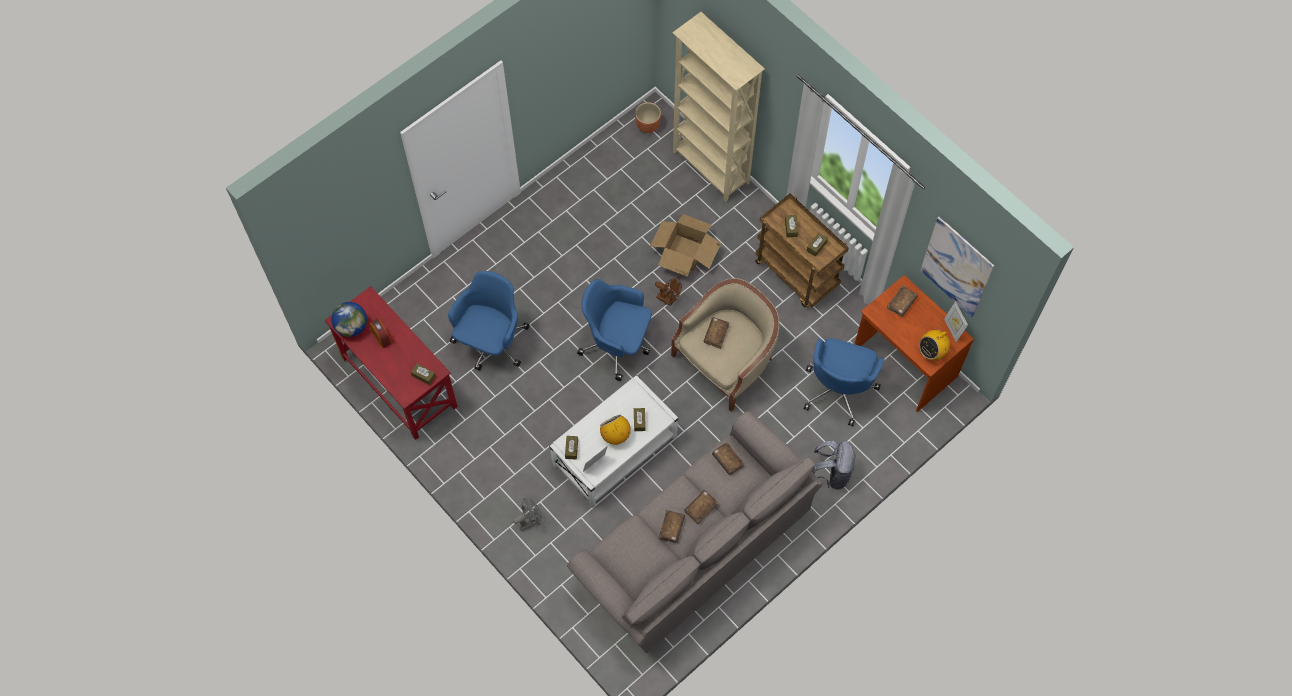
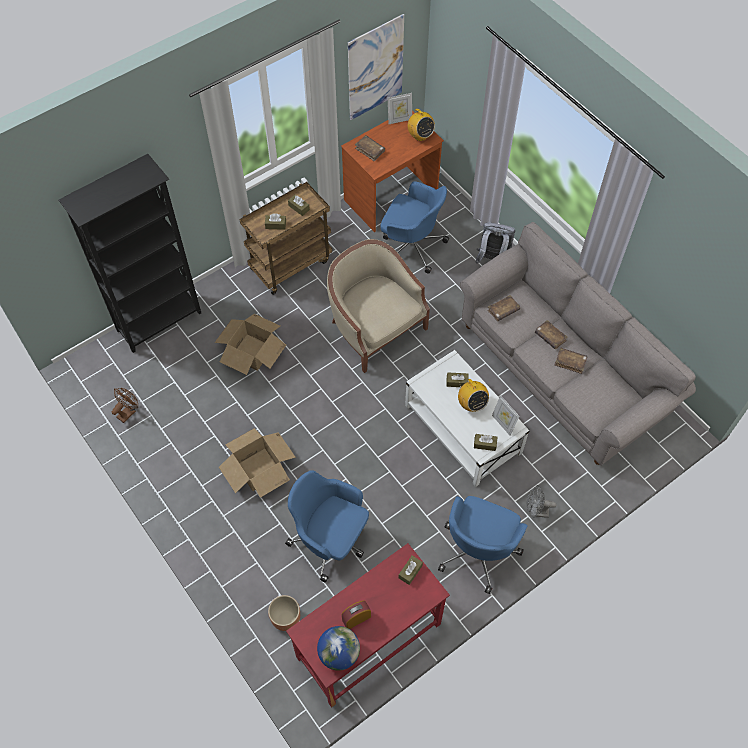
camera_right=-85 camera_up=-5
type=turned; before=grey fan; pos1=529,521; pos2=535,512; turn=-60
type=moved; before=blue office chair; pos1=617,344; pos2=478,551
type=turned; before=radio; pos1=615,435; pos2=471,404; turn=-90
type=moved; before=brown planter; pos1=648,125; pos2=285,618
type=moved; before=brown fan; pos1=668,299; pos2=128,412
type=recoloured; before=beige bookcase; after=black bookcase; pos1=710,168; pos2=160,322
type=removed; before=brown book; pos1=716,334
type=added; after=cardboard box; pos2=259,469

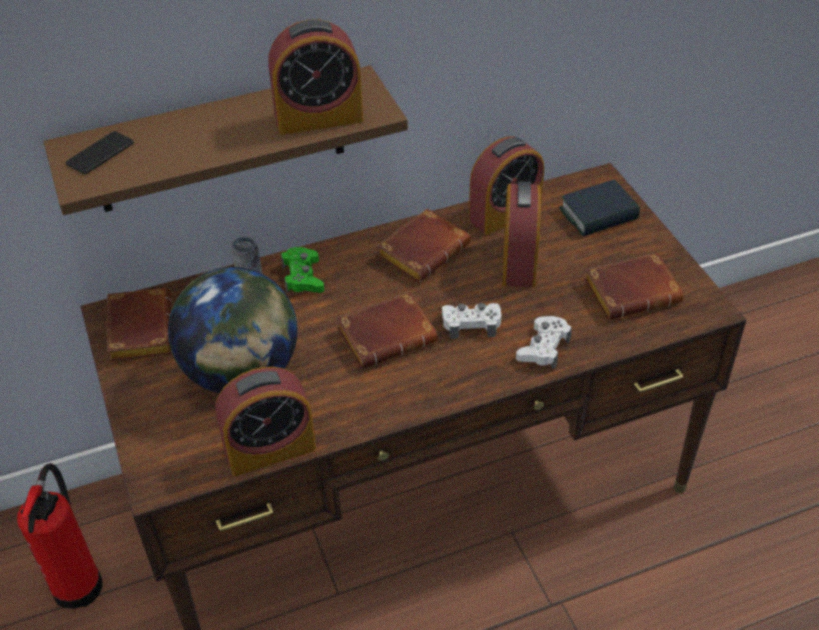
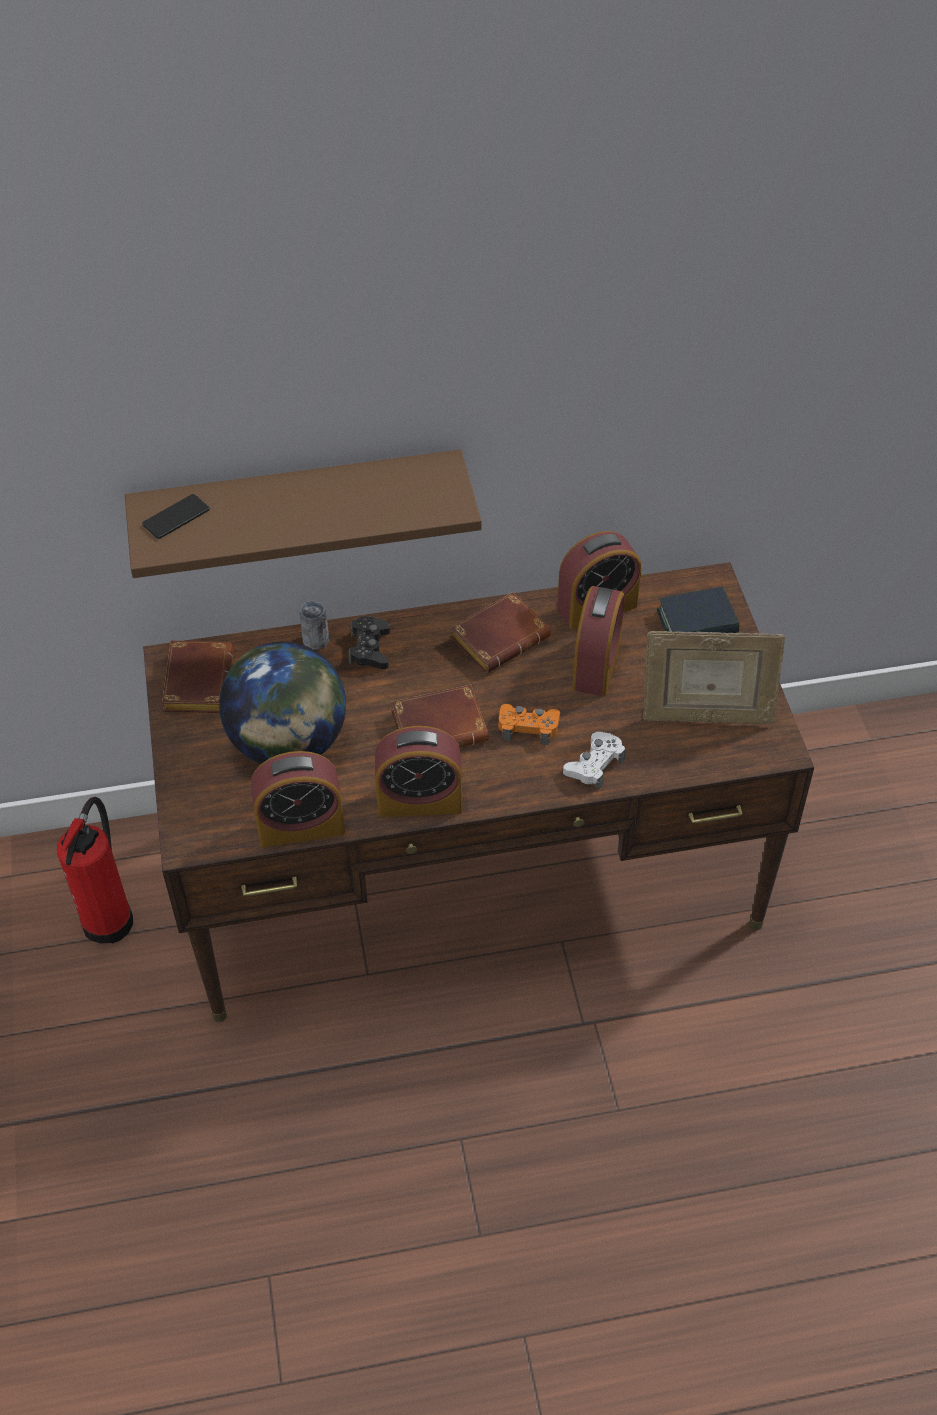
camera_right=10 camera_up=5
type=moved; before=alarm clock; pos1=319,118; pos2=419,800
type=recoloured; before=green game controller; after=black game controller; pos1=303,277; pos2=369,649
type=recoloured; before=white game controller; after=orange game controller; pos1=471,324; pos2=528,727
type=replaced; before=brown book; after=picture frame; pos1=633,291; pos2=705,716

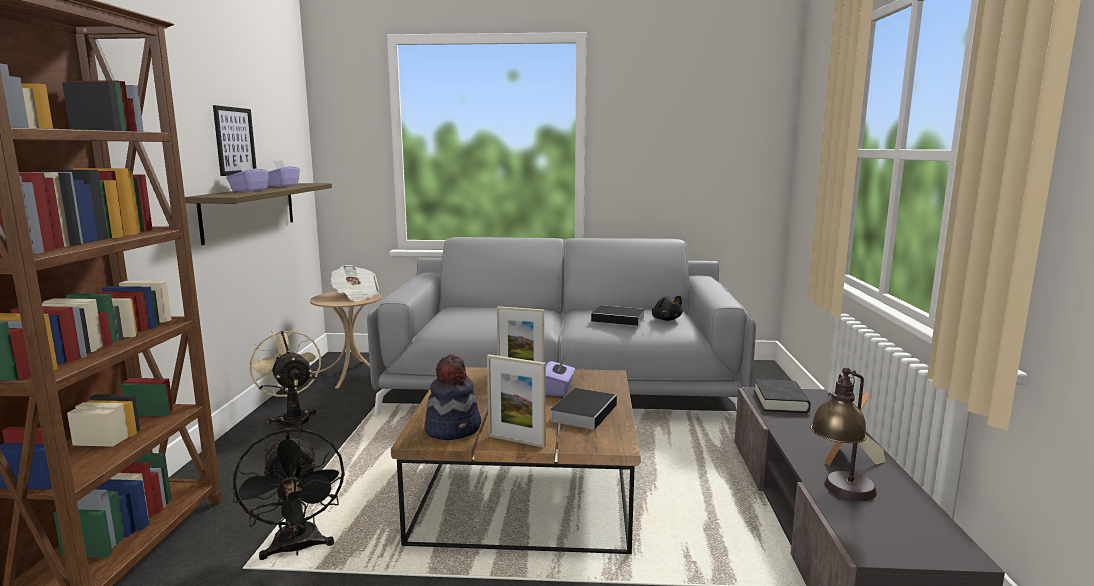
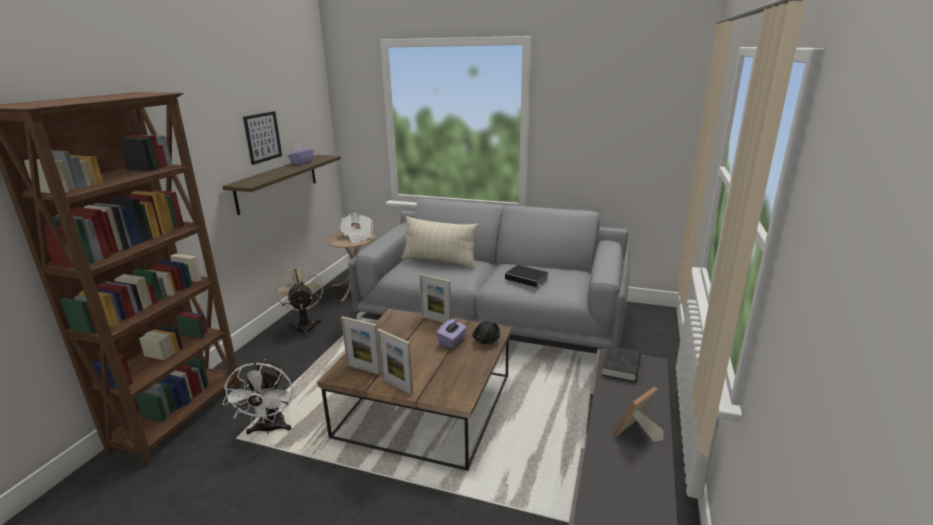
camera_right=15 camera_up=10
type=removed; before=purple tissue box; pos1=249,190
type=recoloured; before=black fan; after=white fan; pos1=297,549; pos2=269,429
type=replaced; before=hat; after=picture frame; pos1=453,429; pos2=363,369
type=removed; before=book; pos1=584,412
type=moved; before=black plush toy; pos1=666,319; pos2=486,340
type=removed; before=table lamp; pos1=840,494
type=added; after=beige pillow; pos2=439,261

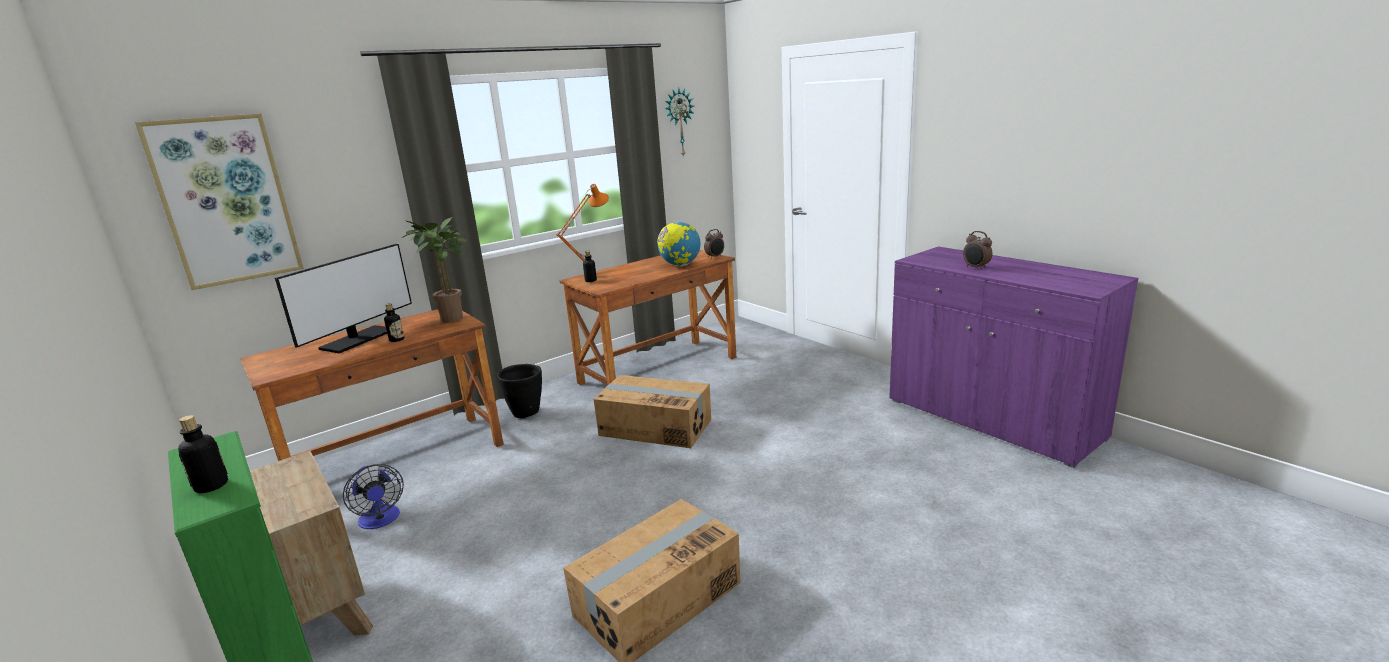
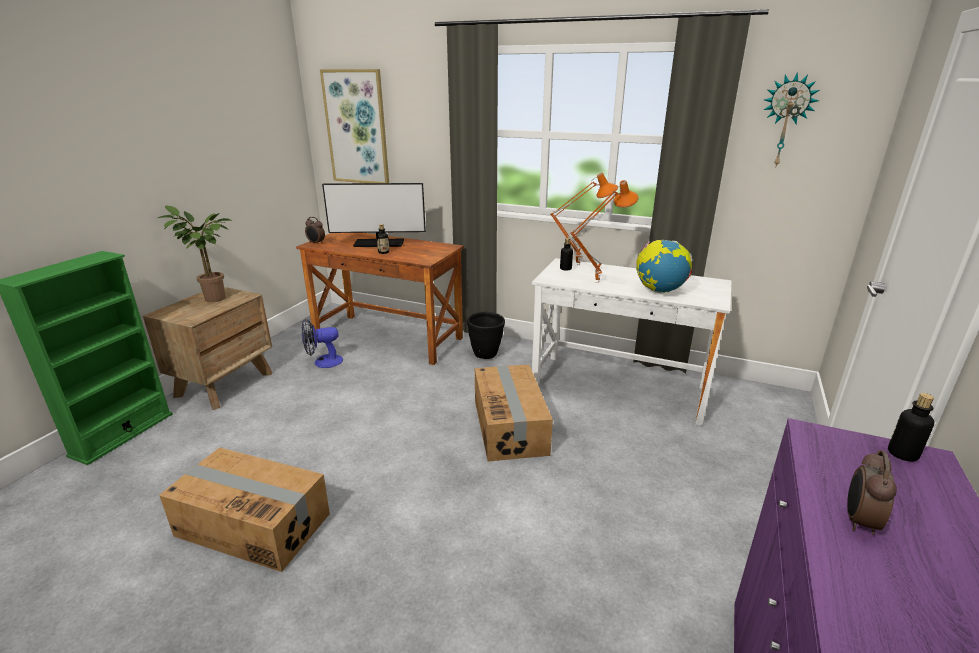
camera_right=60 camera_up=5
type=moved; before=bottle; pos1=211,486; pos2=902,454
type=turned; before=fan; pos1=381,520; pos2=323,362; turn=45
type=moved; before=potted plant; pos1=453,319; pos2=212,300
type=recoloured; before=brown desk; after=white desk; pos1=658,370; pos2=619,387
type=moved; before=alarm clock; pos1=715,257; pos2=316,243
type=added; after=orange table lamp; pos2=596,281

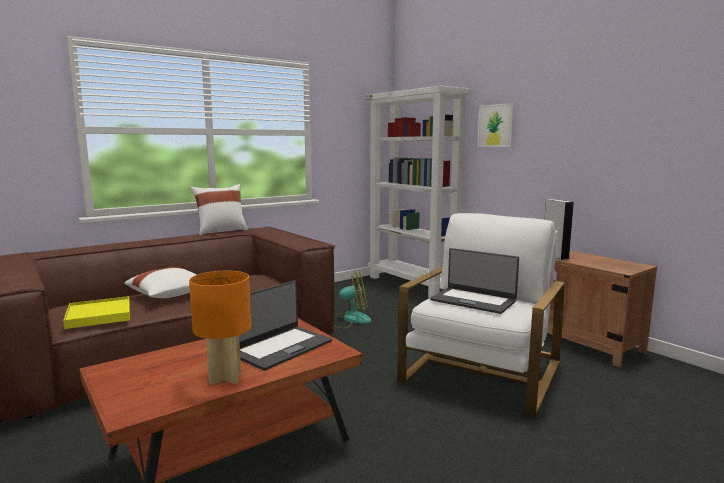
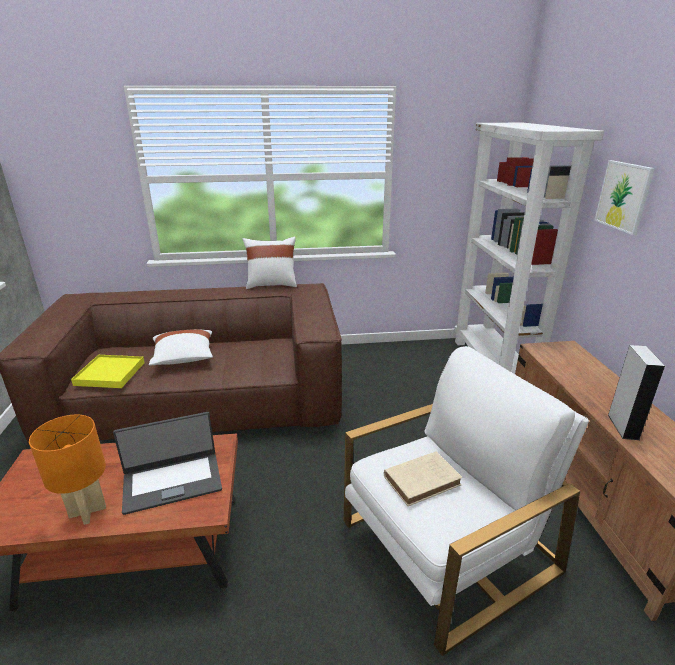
camera_right=30 camera_up=15
type=removed; before=fan; pos1=349,319
type=replaced; before=laptop; after=beige book; pos1=473,300; pos2=423,480

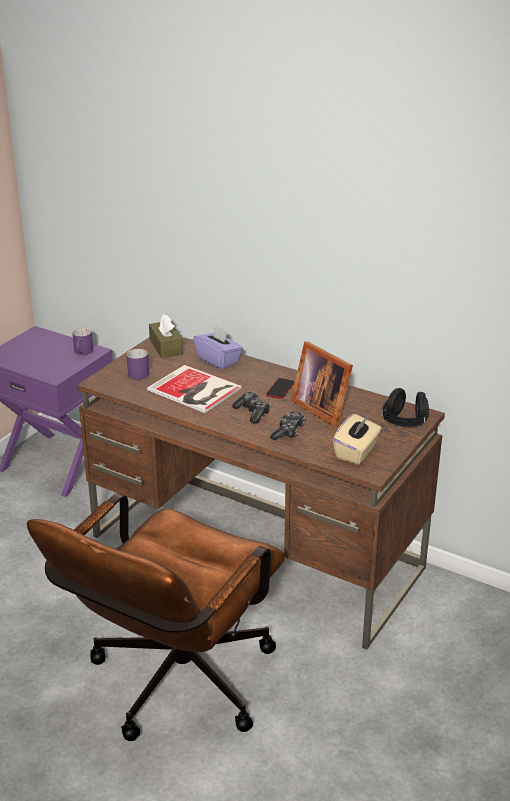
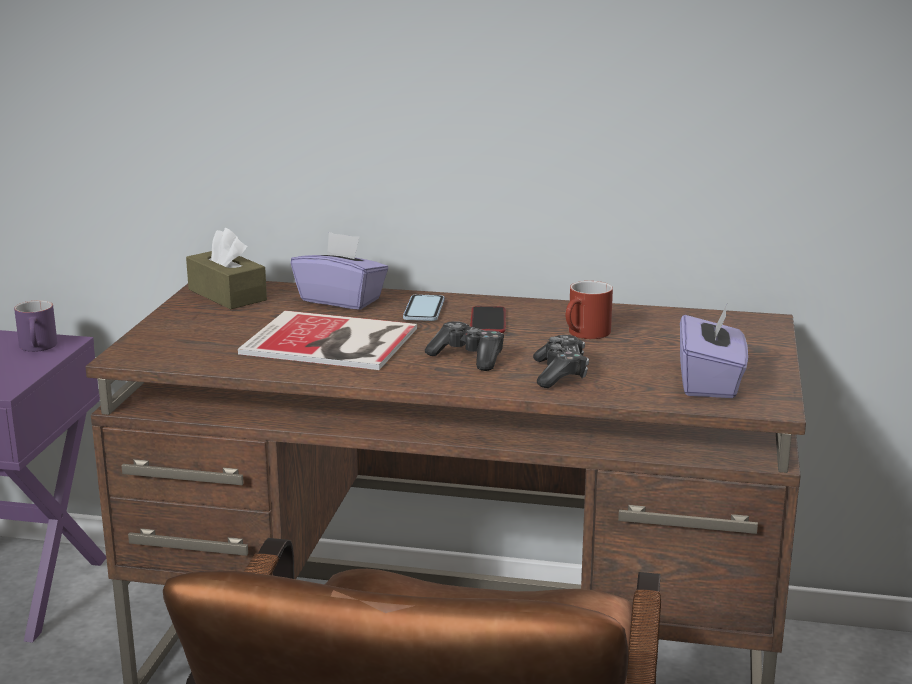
camera_right=-20 camera_up=-10
type=removed; before=purple mug; pos1=137,372
type=replaced; before=picture frame; after=red mug; pos1=322,407; pos2=585,334
type=recoloured; before=beige tissue box; after=purple tissue box; pos1=356,452; pos2=710,383
type=removed; before=black headphones; pos1=404,422
type=added; after=phone; pos2=424,310

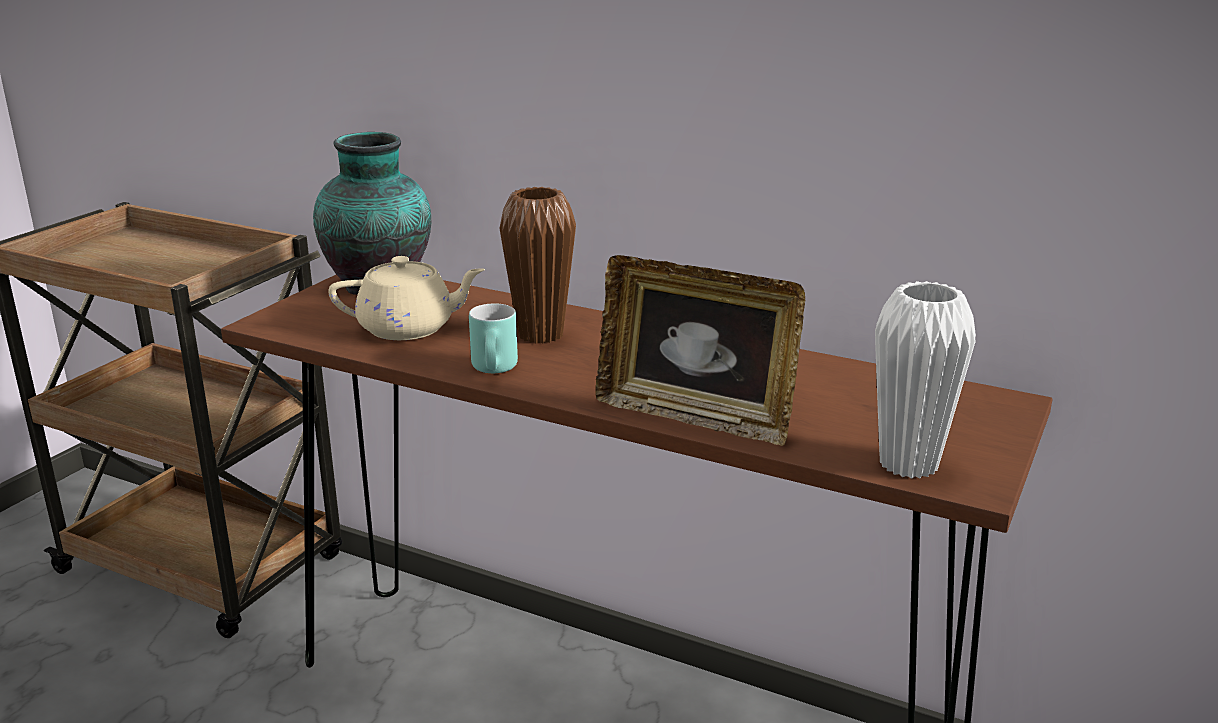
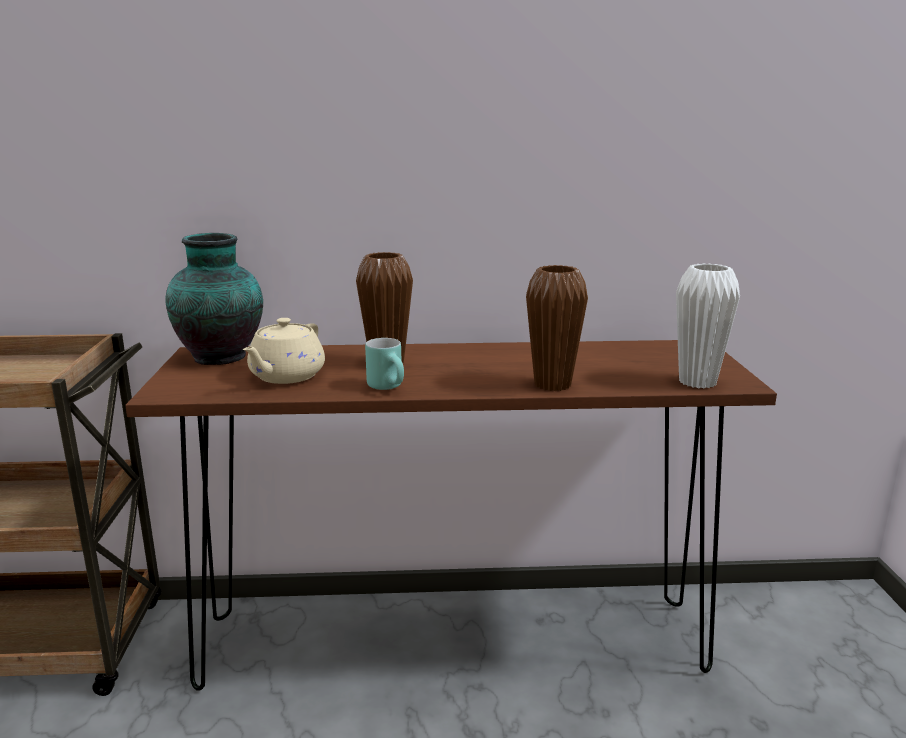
camera_right=-30 camera_up=-5
type=turned; before=beige teapot; pos1=409,328; pos2=286,376; turn=150
type=replaced; before=picture frame; after=brown vase; pos1=695,416; pos2=552,384

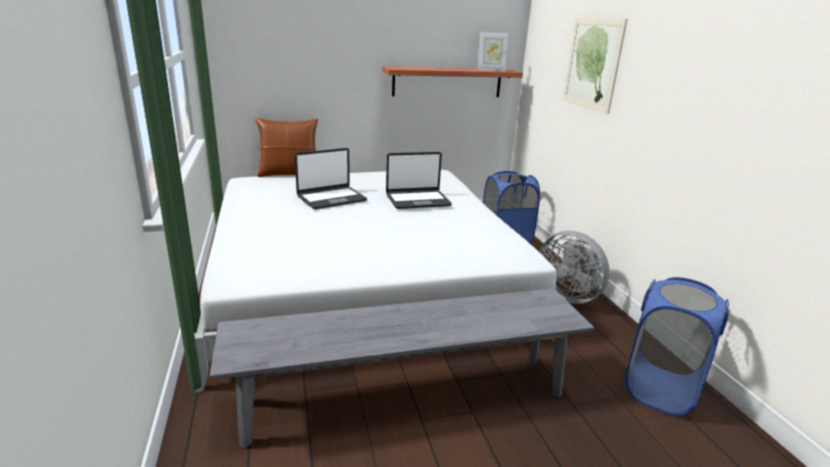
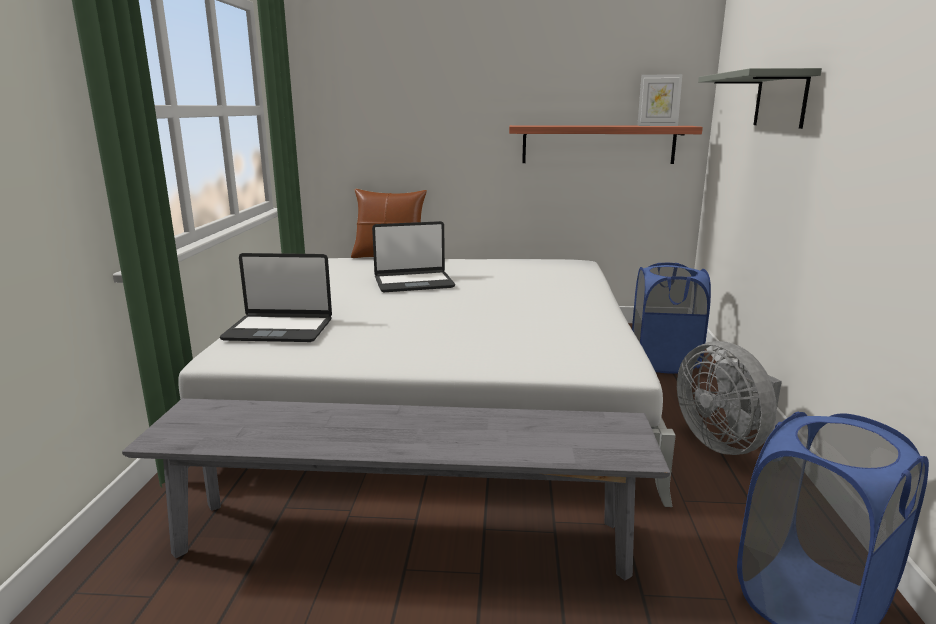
camera_right=20 camera_up=-5
type=moved; before=laptop; pos1=417,200; pos2=279,329
type=replaced; before=picture; after=grey shelf; pos1=592,63; pos2=780,100

